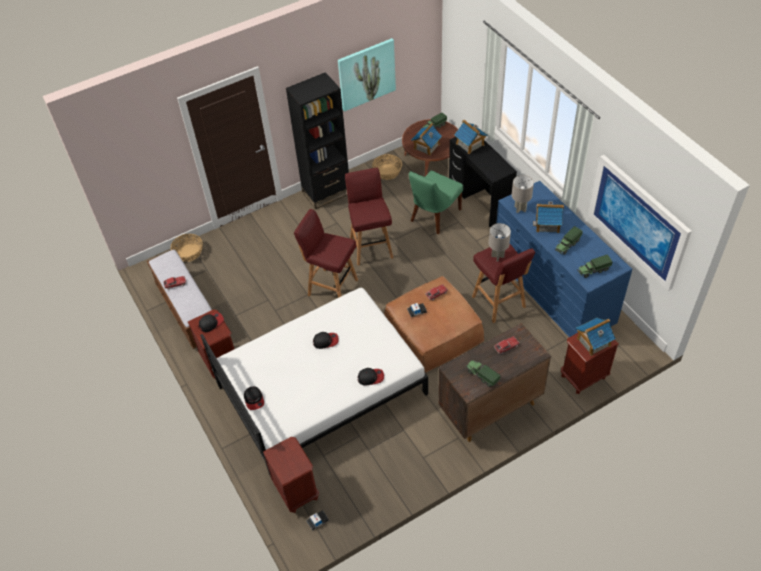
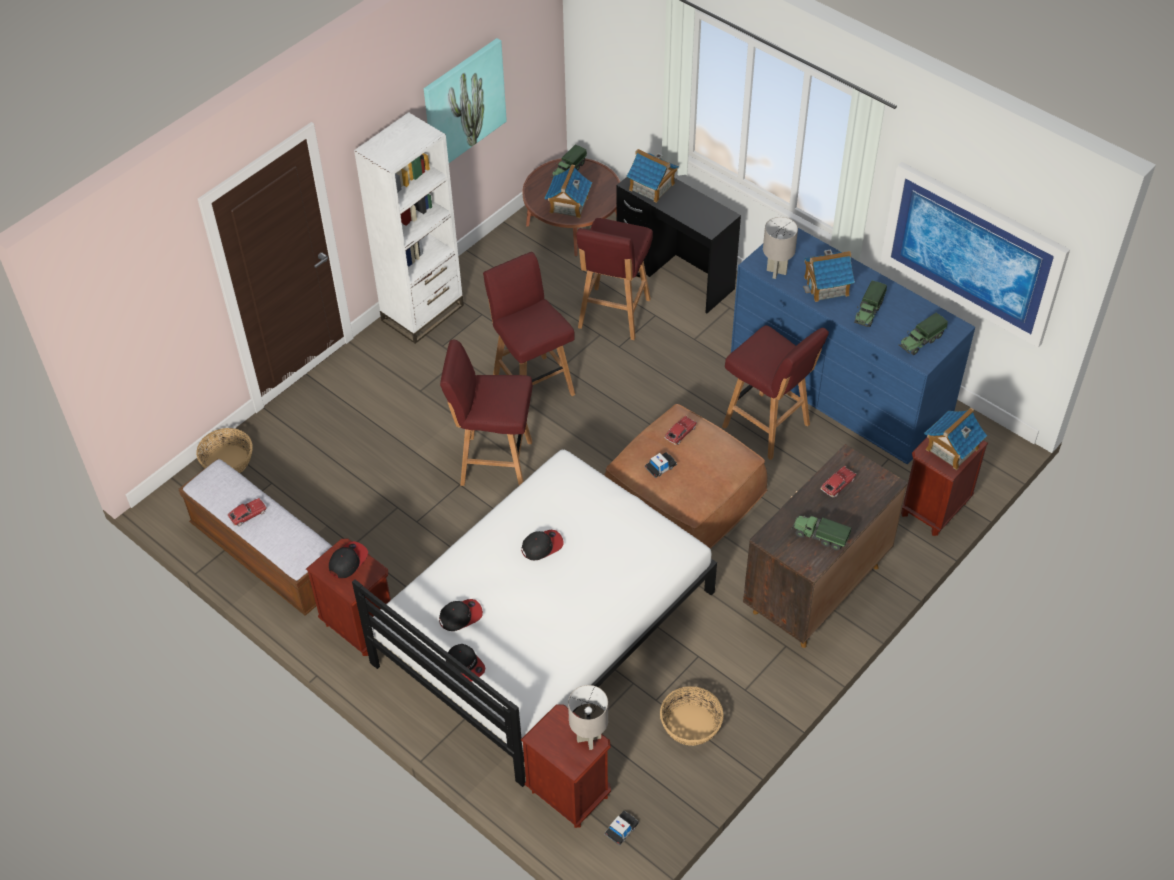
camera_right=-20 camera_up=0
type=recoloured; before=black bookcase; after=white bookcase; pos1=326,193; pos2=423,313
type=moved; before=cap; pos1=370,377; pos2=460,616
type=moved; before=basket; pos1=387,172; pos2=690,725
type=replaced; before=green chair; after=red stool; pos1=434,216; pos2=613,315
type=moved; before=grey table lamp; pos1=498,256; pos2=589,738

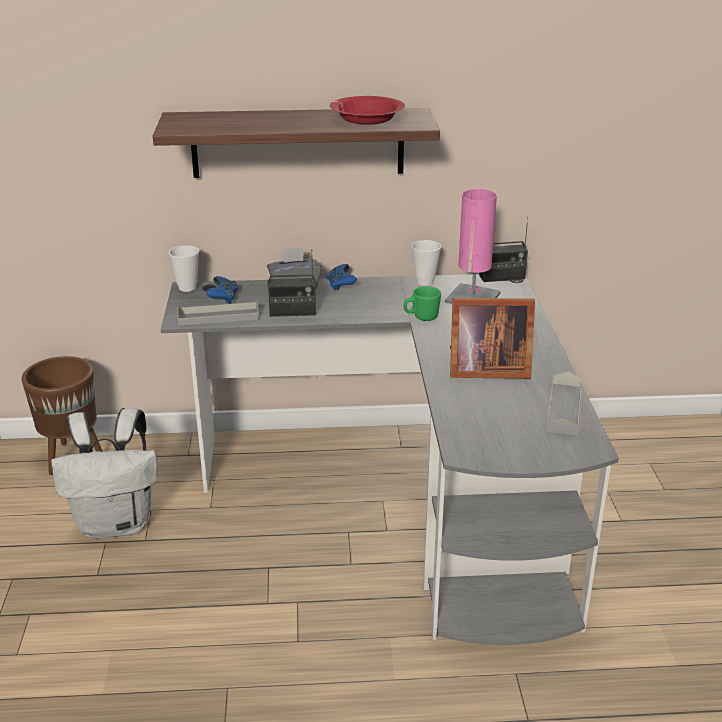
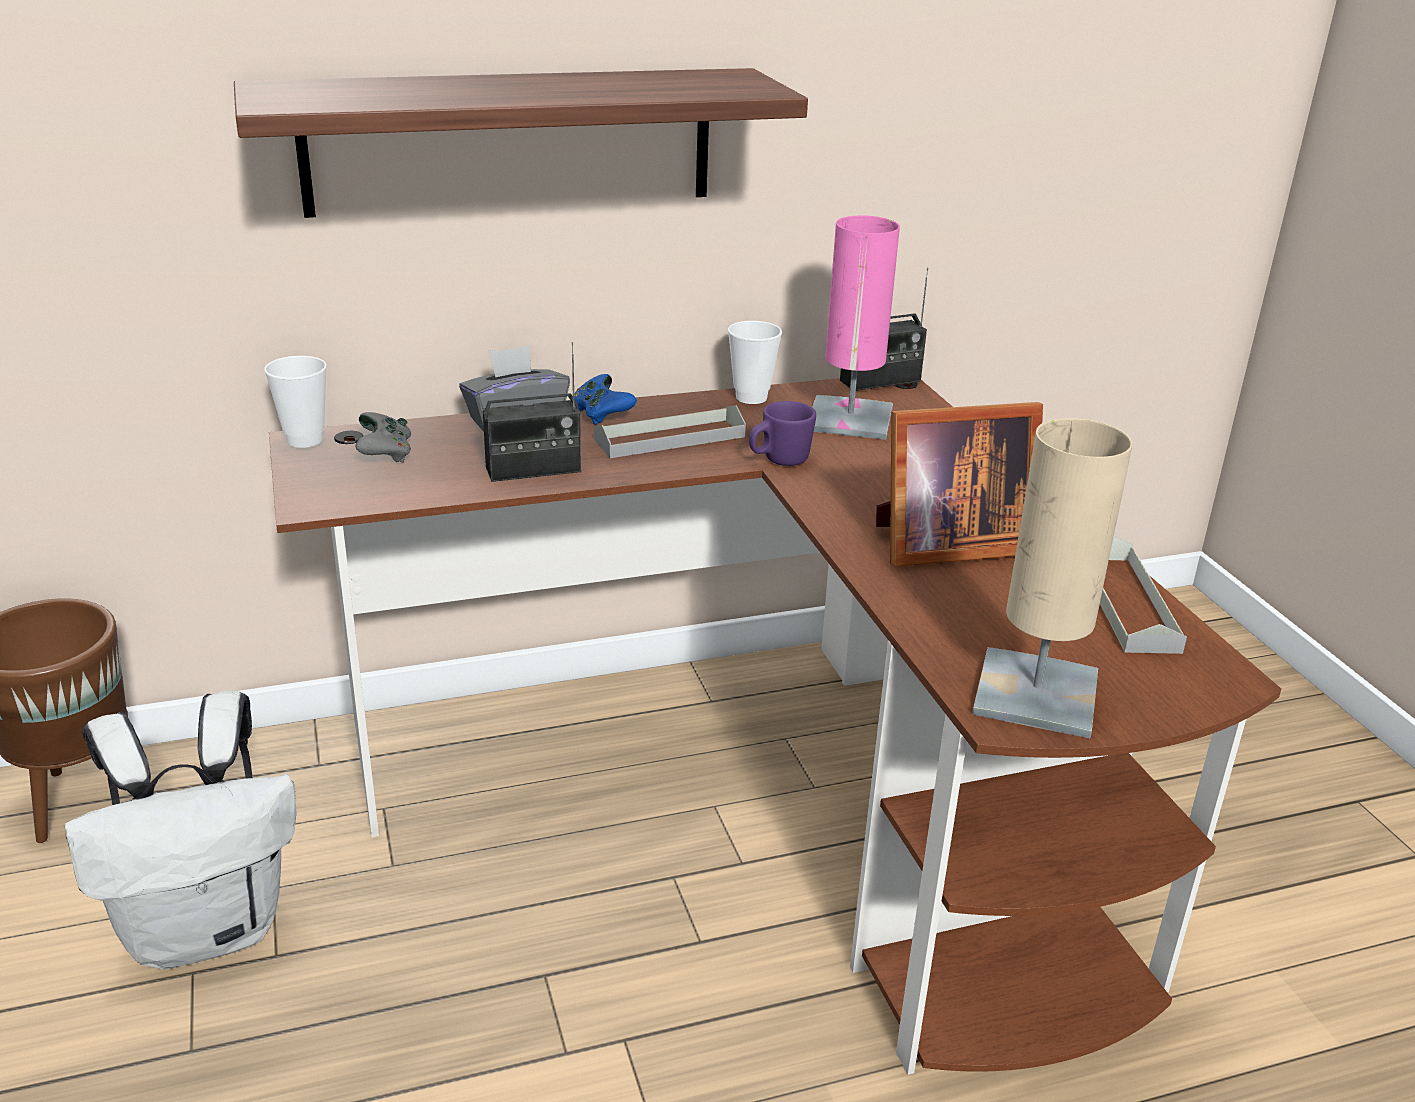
camera_right=-15 camera_up=0
type=recoloured; before=grey desk; after=brown desk; pos1=410,500; pos2=764,798
type=moved; before=grey tray; pos1=218,316; pos2=670,438
type=recoloured; before=blue game controller; after=grey game controller; pos1=223,298; pos2=385,454
type=removed; before=red bowl; pos1=367,119
type=recoloured; before=green mug; after=purple mug; pos1=421,318; pos2=778,461
type=added; after=beige table lamp; pos2=1036,694

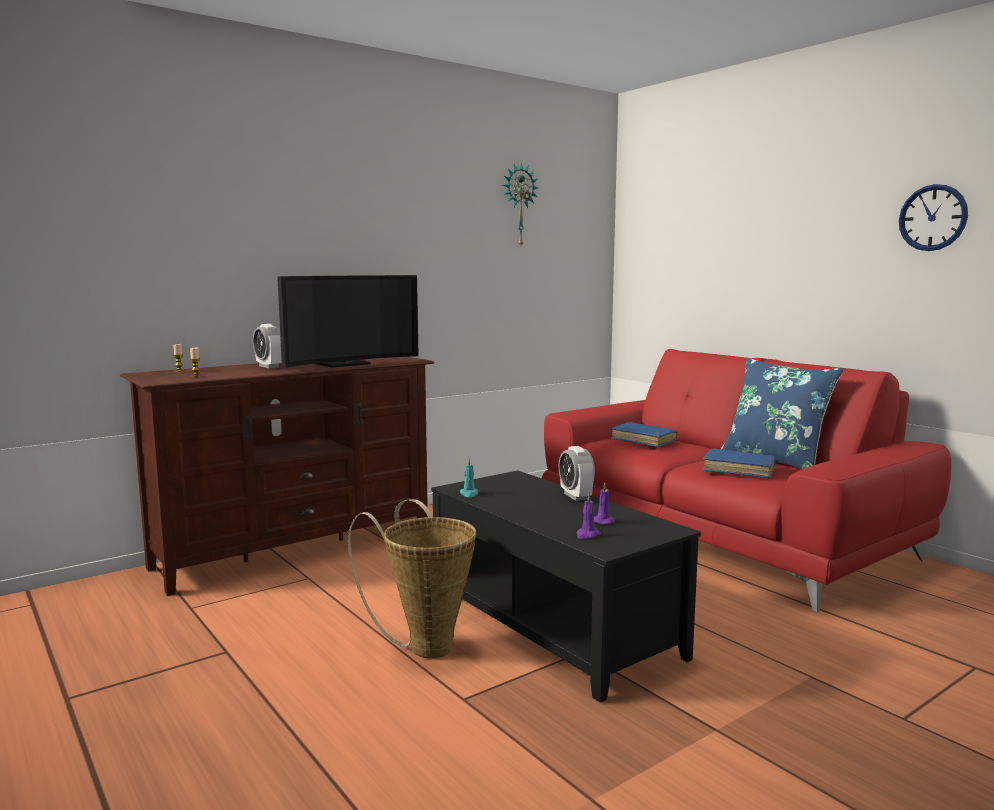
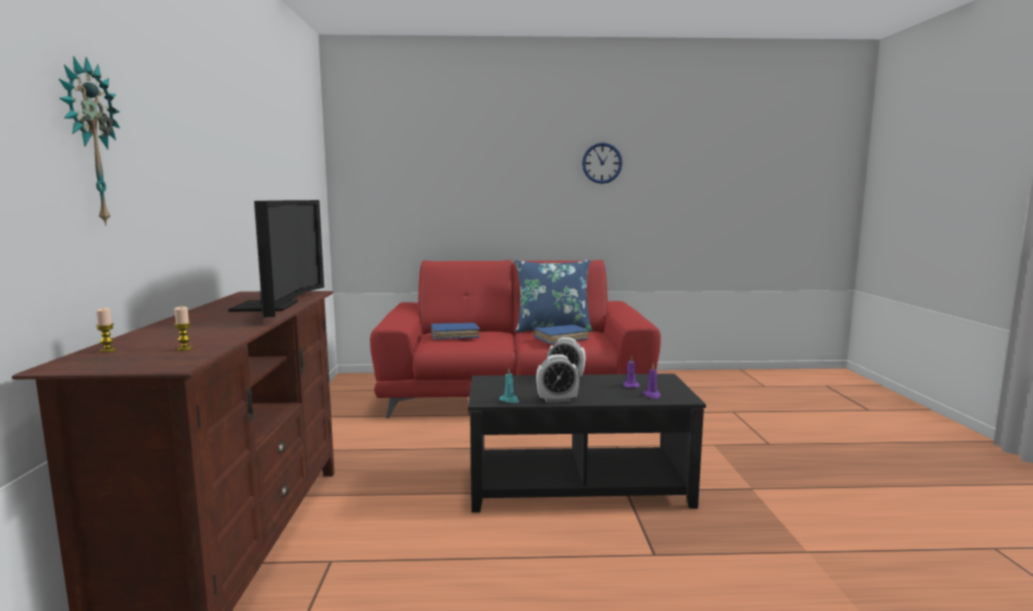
camera_right=-55 camera_up=0
type=moved; before=alarm clock; pos1=269,366; pos2=557,400
type=removed; before=basket; pos1=424,645
type=moved; before=wall clock; pos1=518,205; pos2=88,143

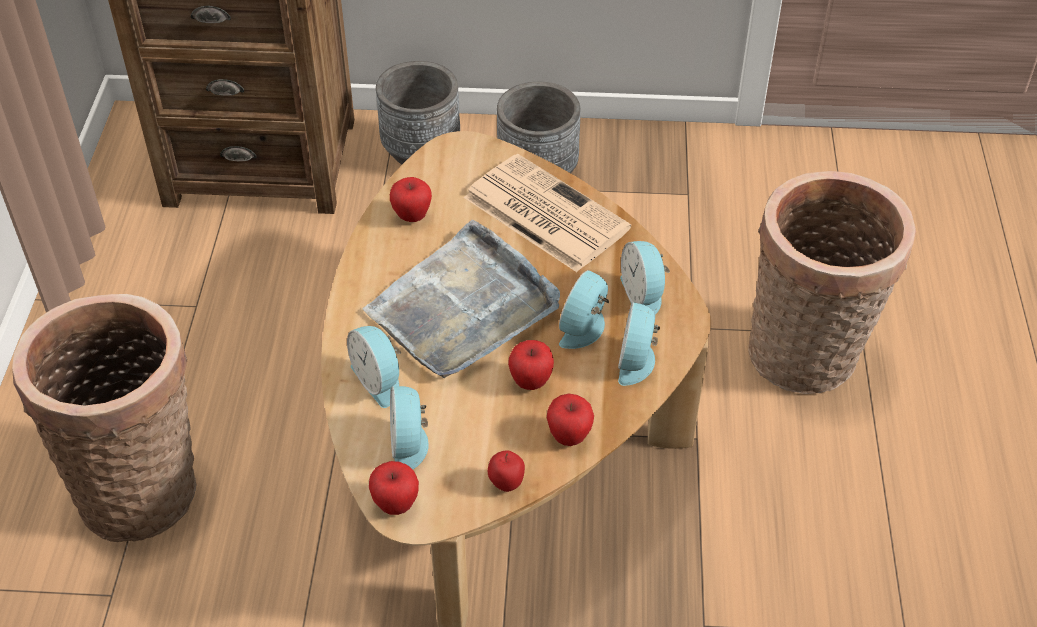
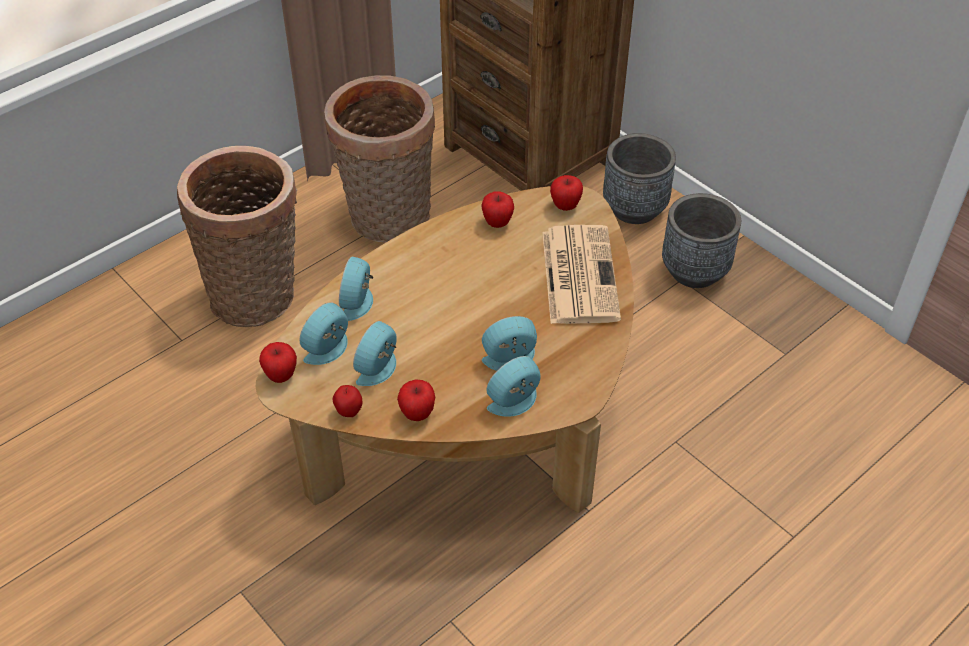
camera_right=45 camera_up=0
type=removed; before=grey tray; pos1=463,307
type=moved; before=apple; pos1=530,382; pos2=565,206
type=moved; before=alarm clock; pos1=643,295; pos2=380,369
type=moved; before=basket; pos1=807,359; pos2=388,221

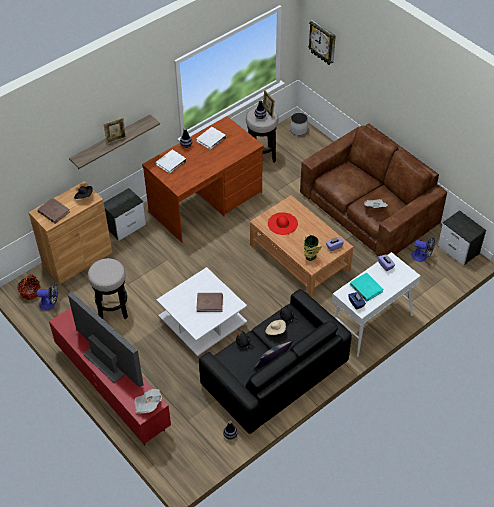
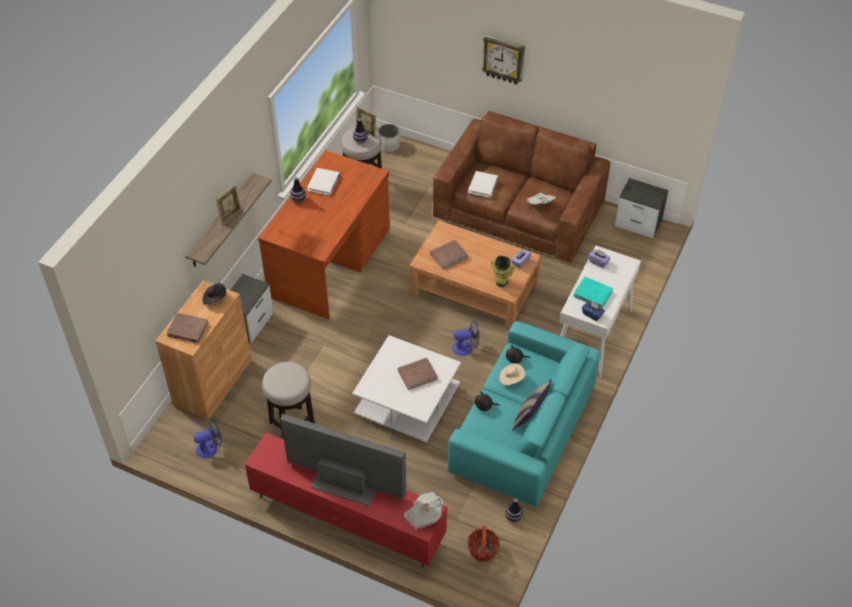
camera_right=-25 camera_up=0
type=moved; before=basket; pos1=30,292; pos2=483,549
type=moved; before=white book; pos1=171,163; pos2=483,186
type=recoloured; before=black sofa; after=turquoise sofa; pos1=275,374; pos2=522,429
type=replaced; before=red hat; after=brown book; pos1=282,223; pos2=448,255
type=moved; before=wall clock; pos1=323,42; pos2=504,59
type=moved; before=fan; pos1=422,256; pos2=466,348

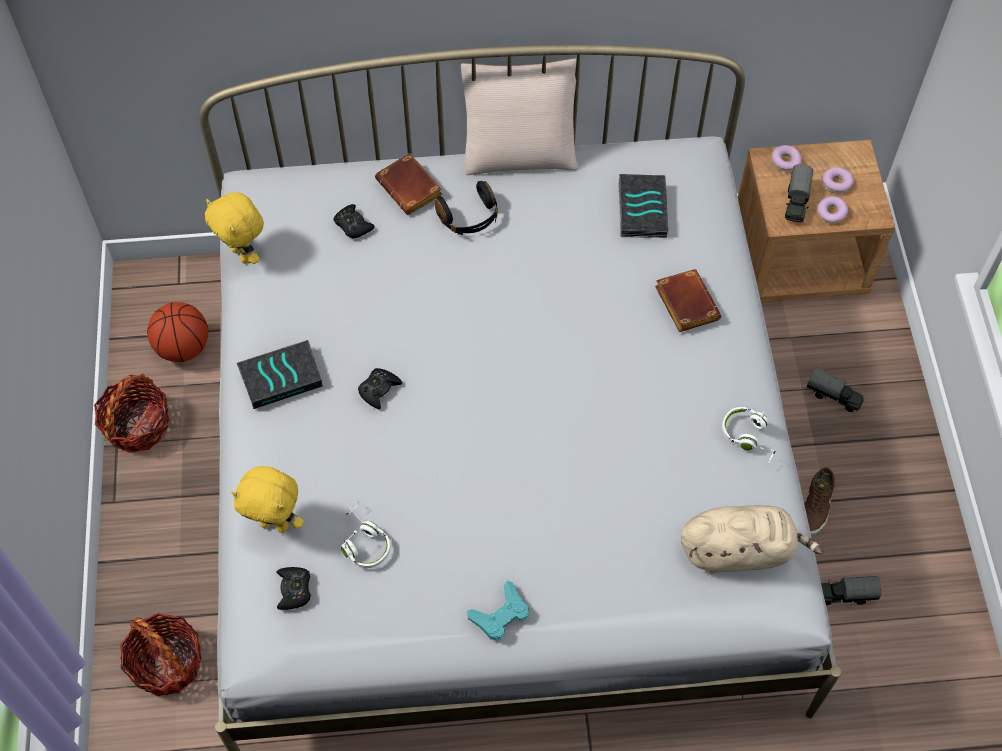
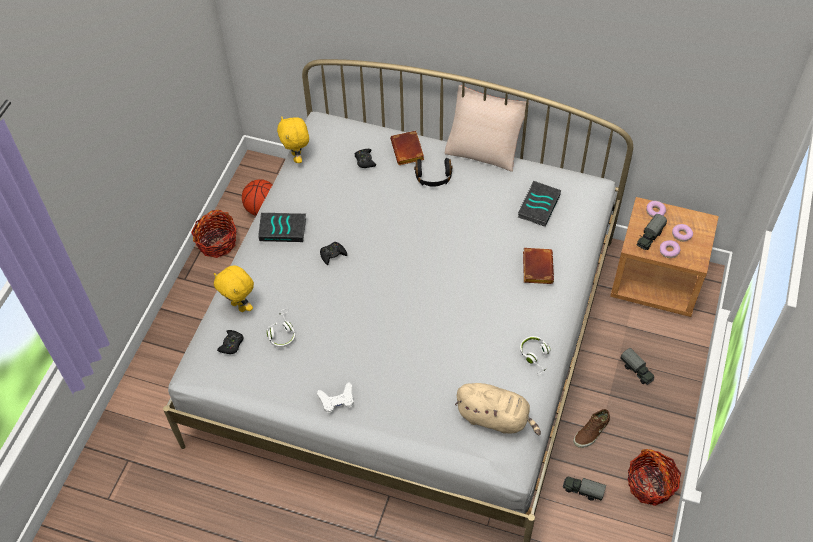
camera_right=25 camera_up=-5
type=moved; before=basket; pos1=167,663; pos2=650,484
type=recoloured; before=turquoise game controller; after=white game controller; pos1=500,614; pos2=337,400

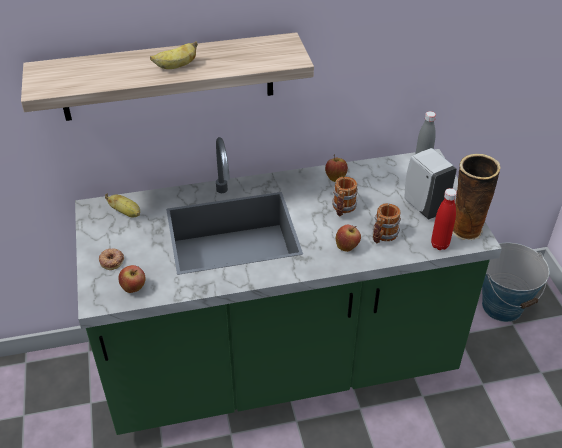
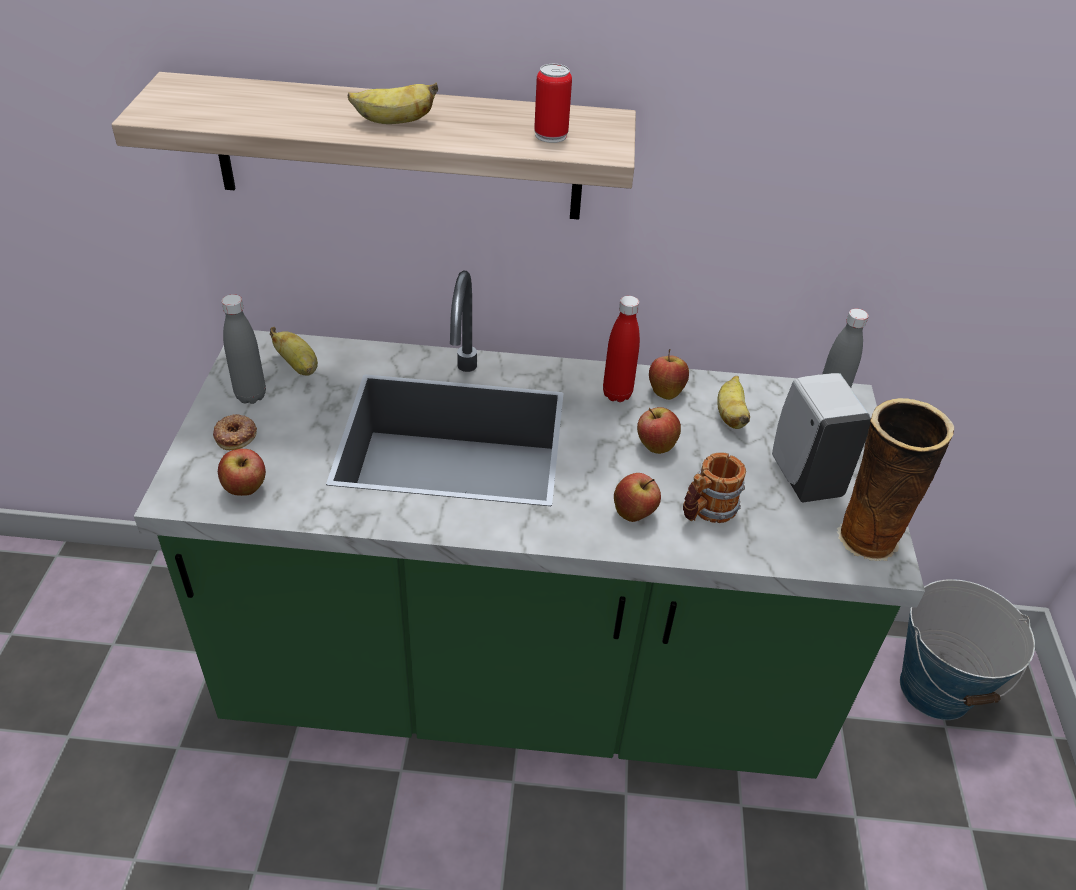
camera_right=15 camera_up=0
type=replaced; before=mug; after=apple; pos1=342,209; pos2=655,446
type=moved; before=red bottle; pos1=439,245; pos2=617,394
type=added; after=grey bottle; pos2=251,396
type=added; after=can; pos2=551,135
type=added; after=banana; pos2=730,415

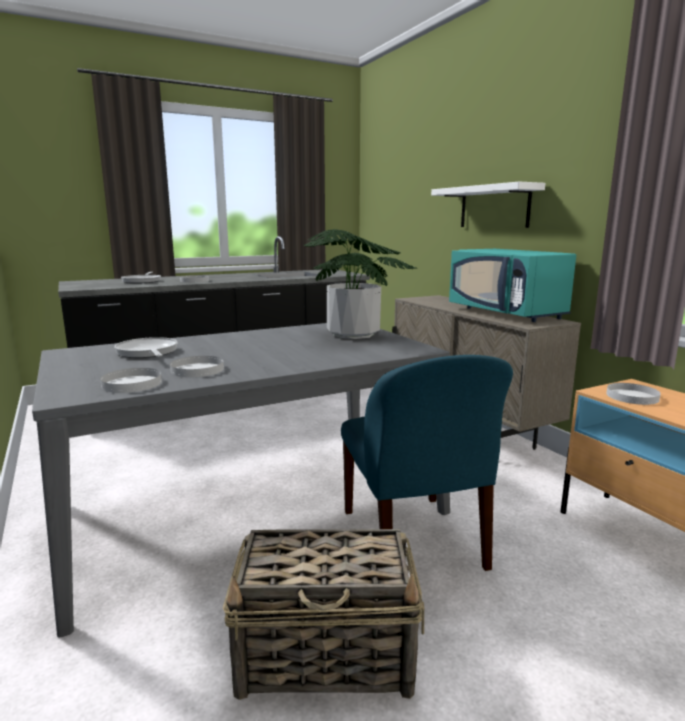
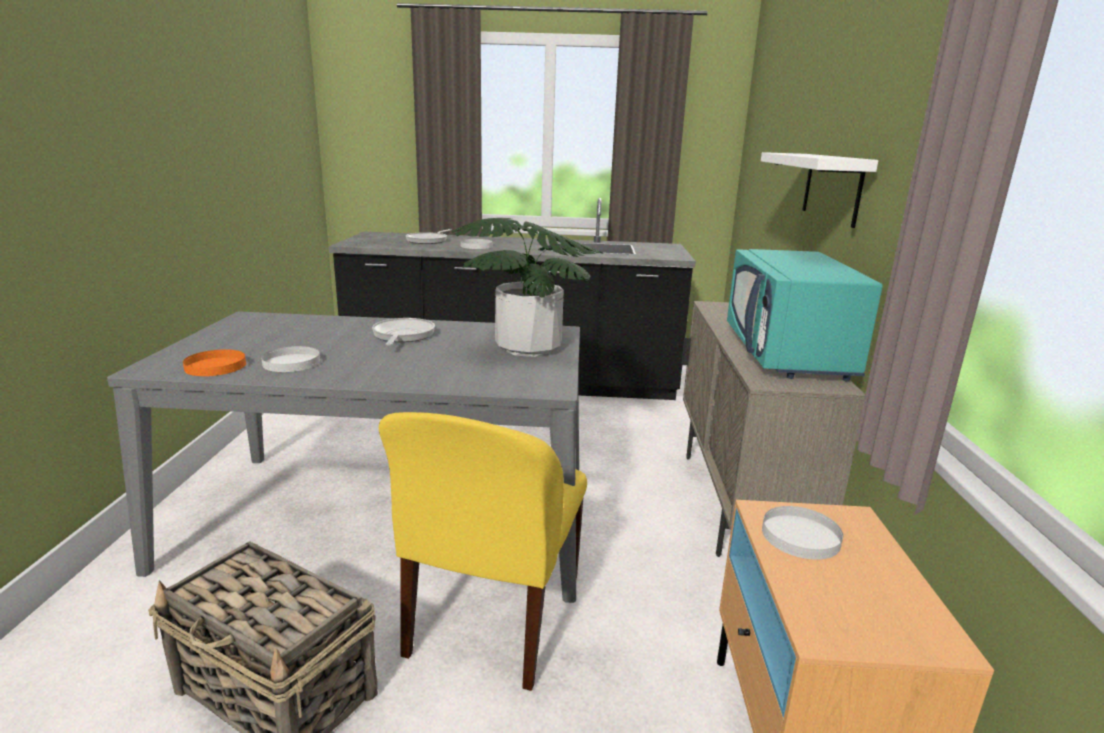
camera_right=30 camera_up=5
type=recoloured; before=white plate; after=orange plate; pos1=132,383; pos2=216,366
type=moved; before=frying pan; pos1=147,353; pos2=402,335
type=recoloured; before=blue chair; after=yellow chair; pos1=413,541; pos2=493,617

